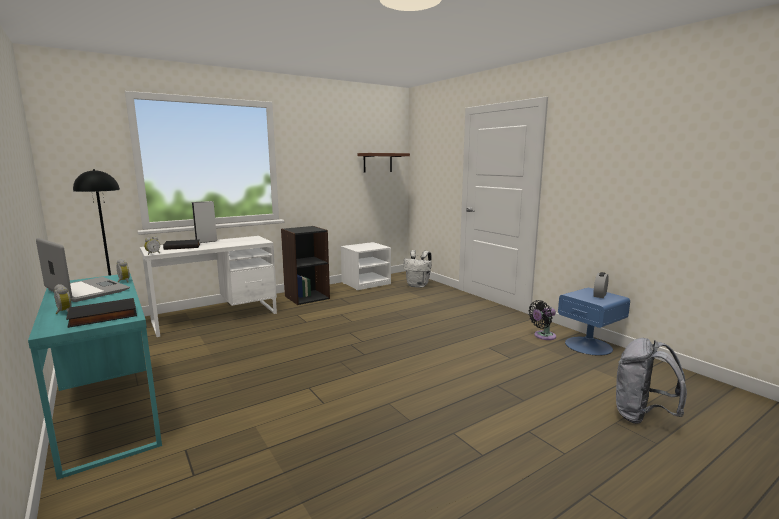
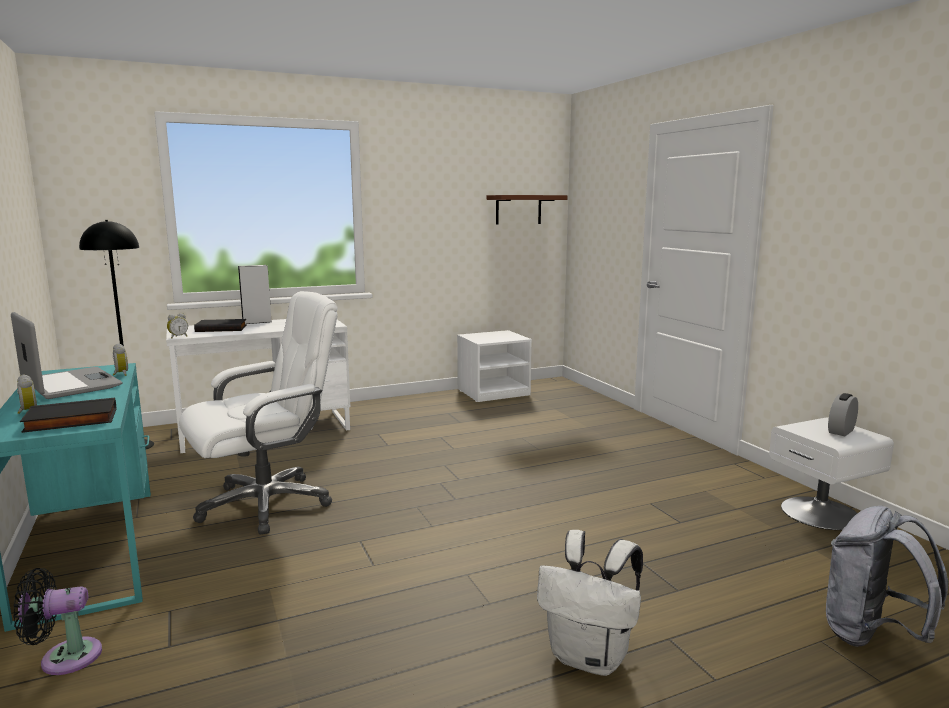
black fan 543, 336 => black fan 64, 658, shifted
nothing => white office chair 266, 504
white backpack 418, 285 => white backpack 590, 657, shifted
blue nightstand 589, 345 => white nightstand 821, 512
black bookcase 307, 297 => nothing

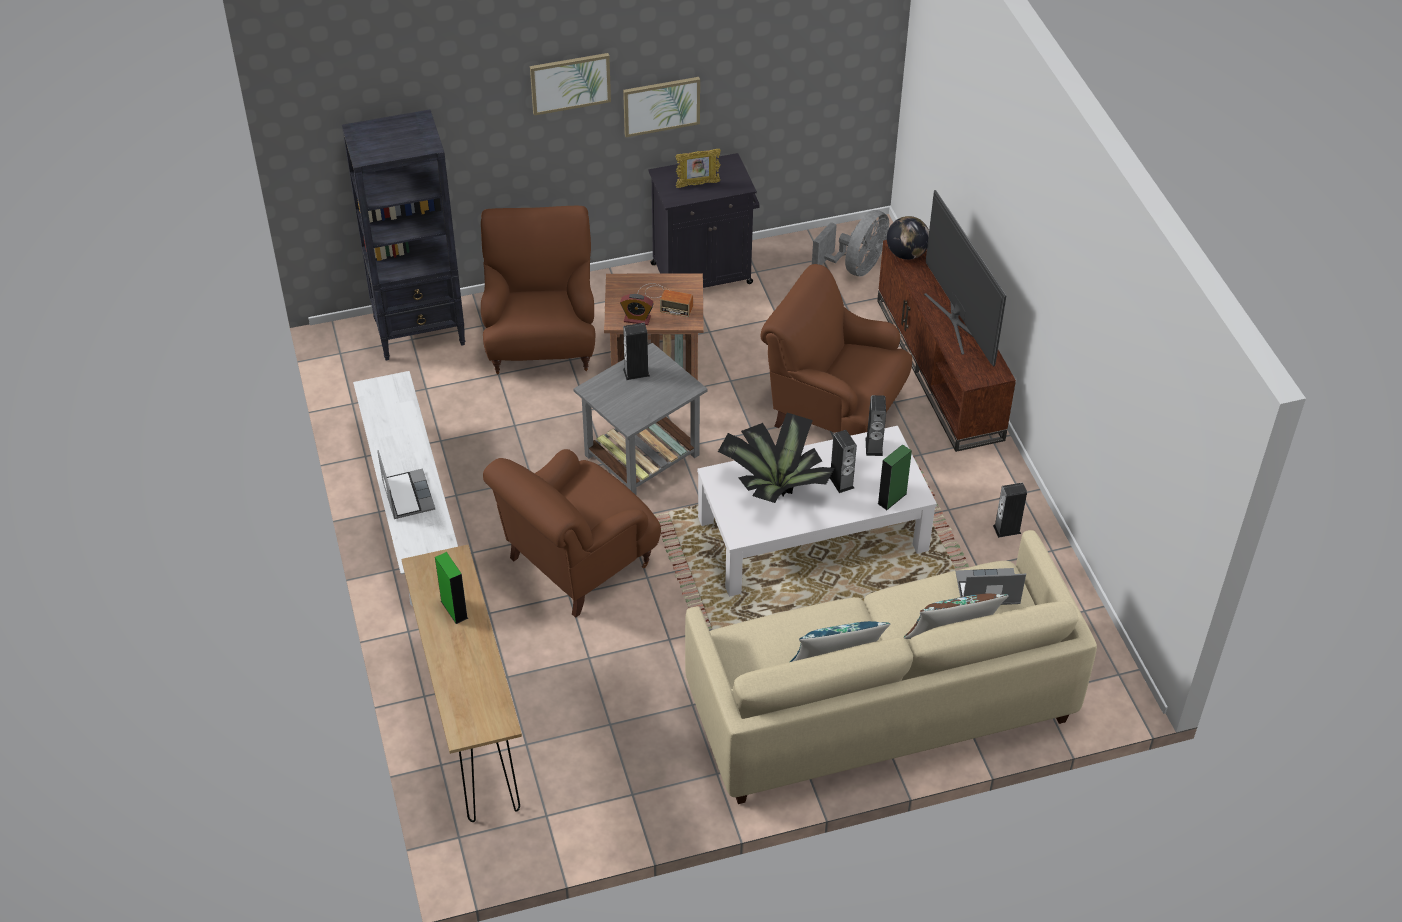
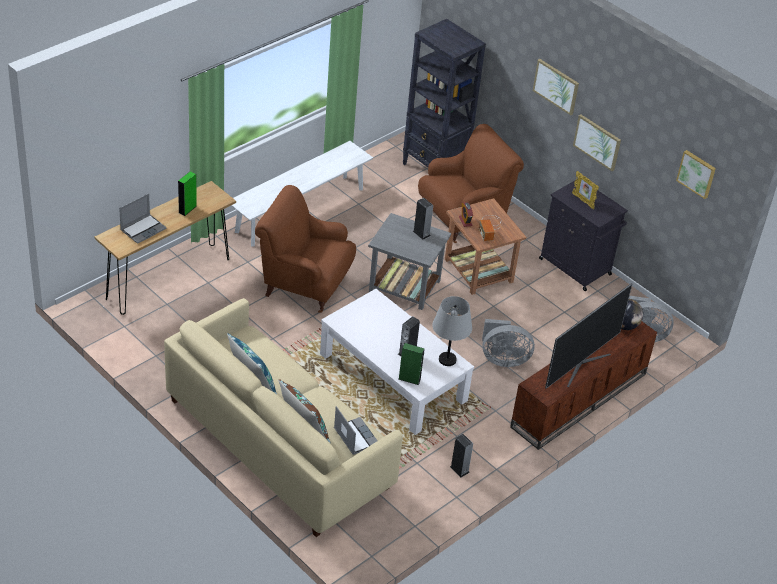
laptop 407, 495 => laptop 143, 229, shifted
speaker 874, 446 => grey table lamp 447, 360
brown armchair 833, 410 => grey fan 503, 359
nothing => picture 697, 173
potted plant 775, 485 => nothing

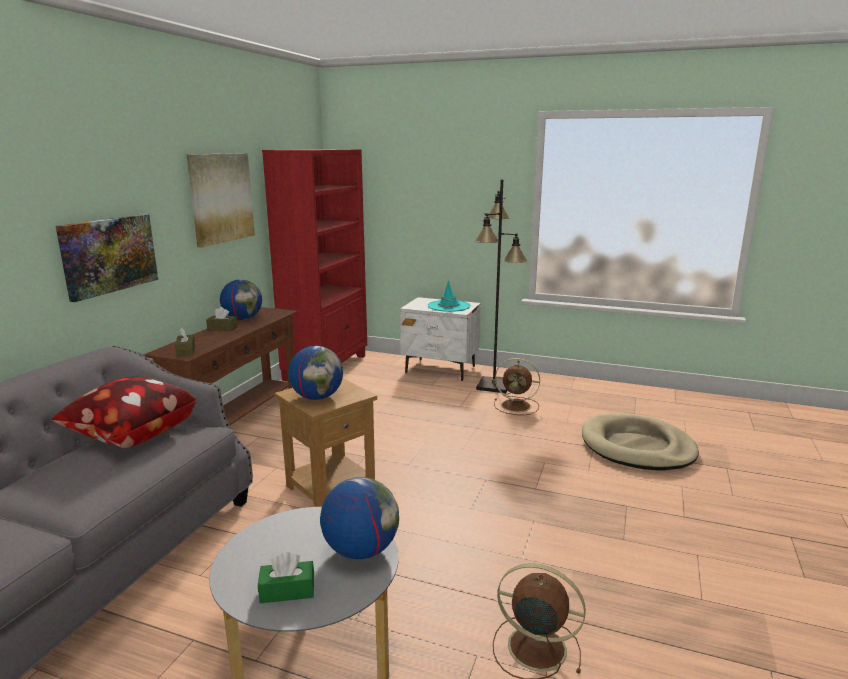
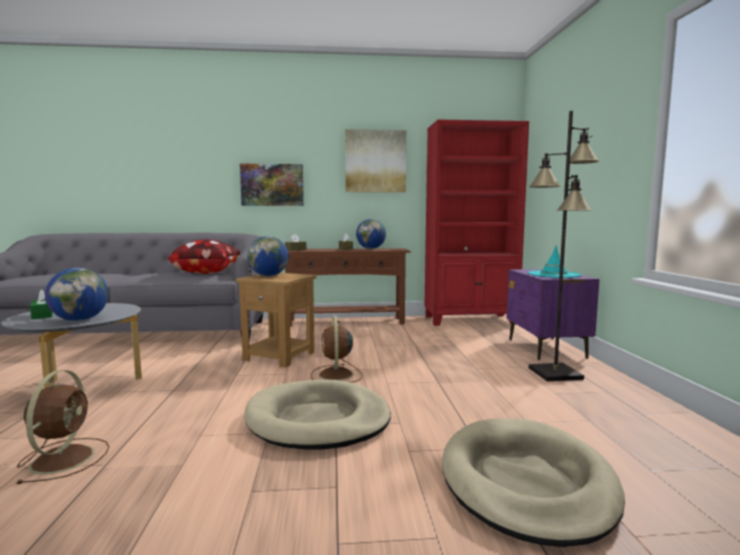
nothing => beige dog bed 318, 420
brown fan 517, 406 => brown fan 336, 375, shifted
white nightstand 440, 370 => purple nightstand 545, 348

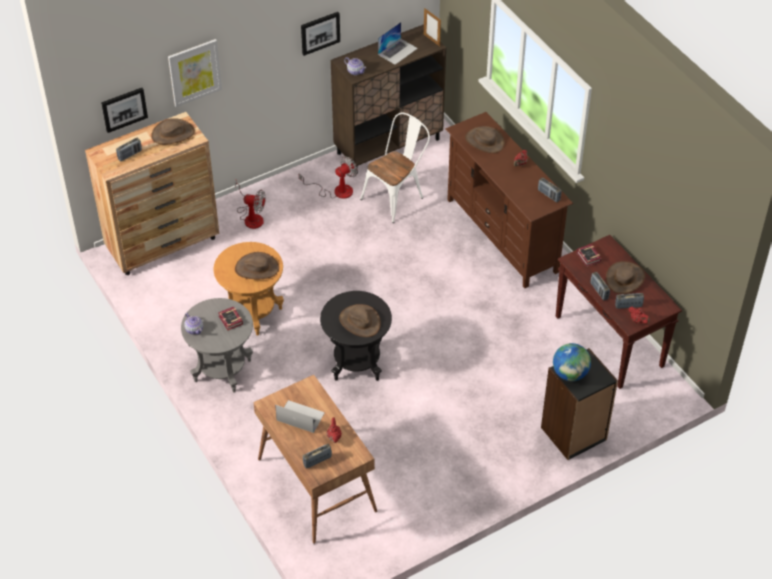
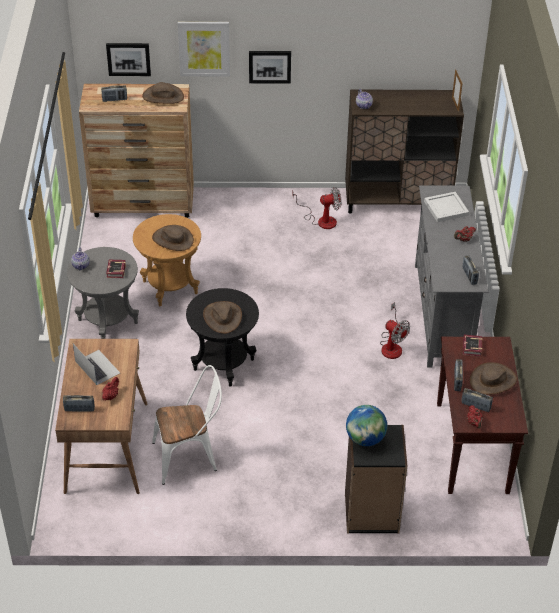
white chair 396, 197 => white chair 190, 457, shifted
picture 320, 32 => picture 270, 66, shifted
fan 251, 216 => fan 392, 345, shifted
brown tv stand 502, 235 => grey tv stand 442, 314
brown hat 484, 141 => white tray 446, 208
laptop 397, 51 => nothing

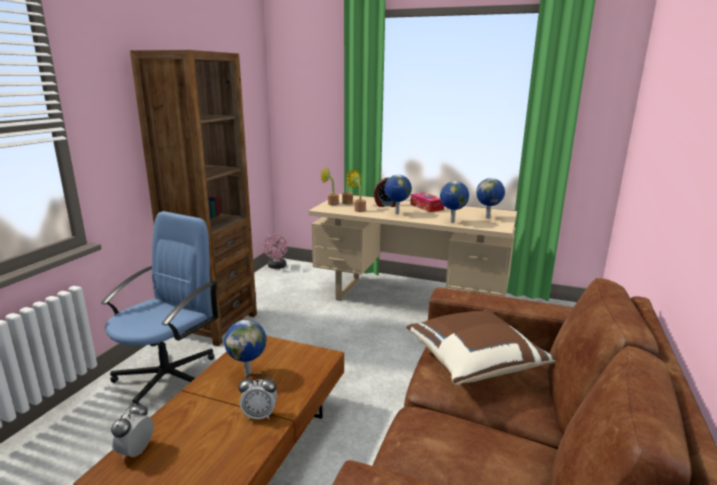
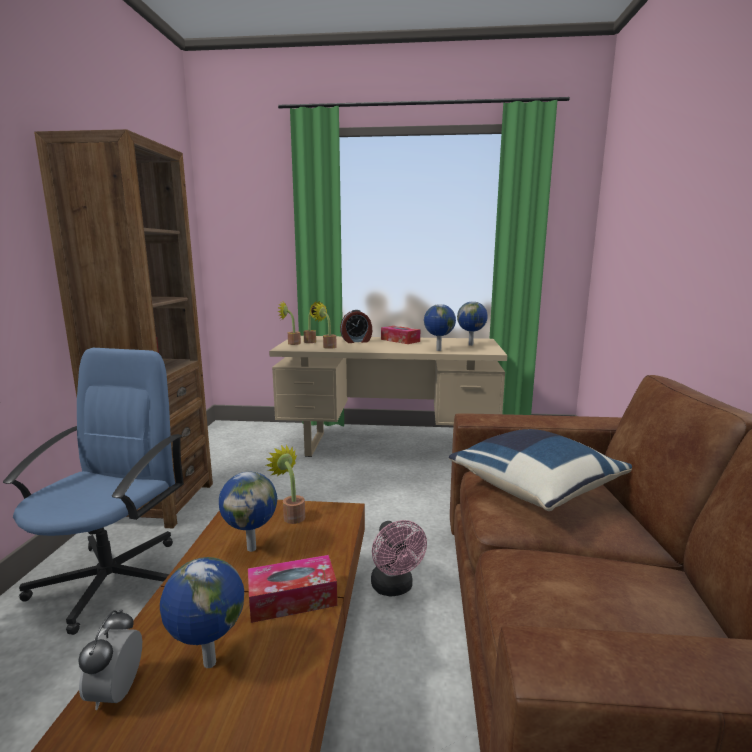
globe 396, 213 => globe 208, 664, shifted
alarm clock 259, 415 => tissue box 292, 599
nothing => potted plant 291, 516
pink fan 277, 267 => pink fan 394, 588, shifted
brown pillow 474, 362 => blue pillow 534, 488

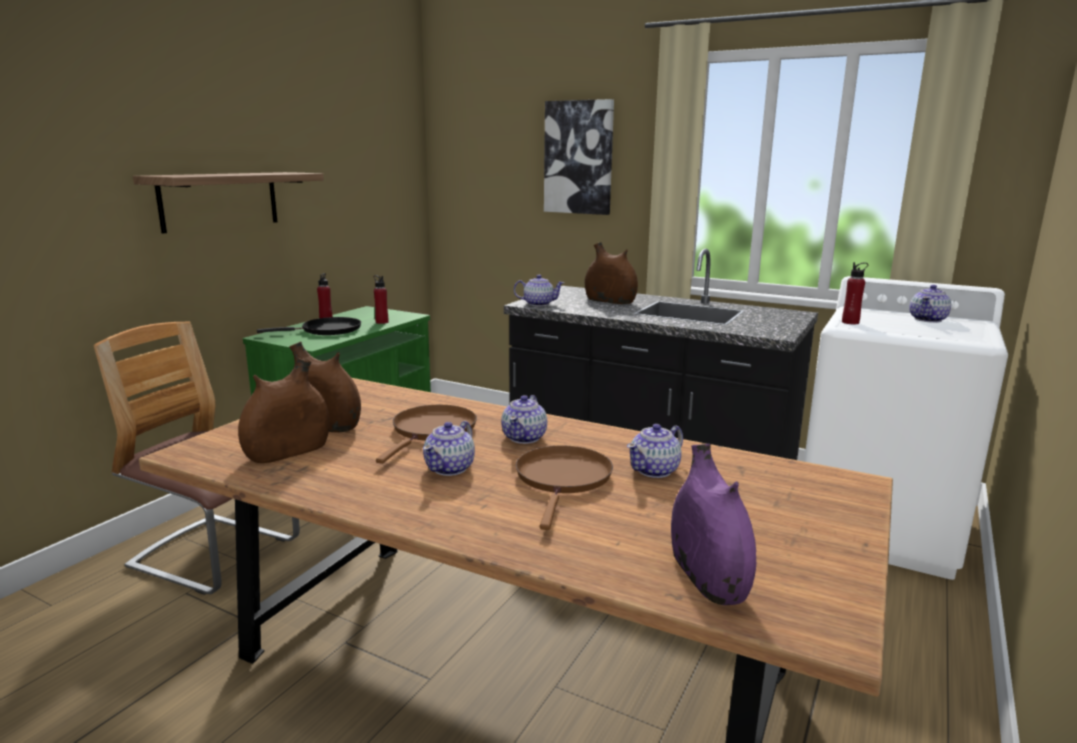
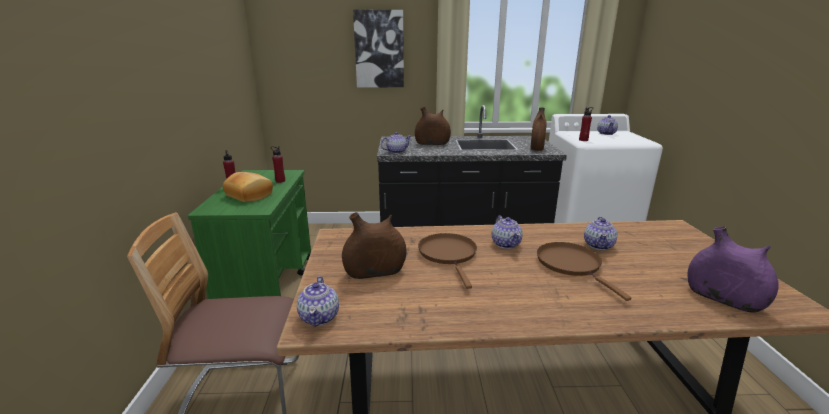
black frying pan 327, 330 => bread 250, 195
teapot 450, 468 => teapot 320, 317, shifted
brown vase 288, 452 => brown vase 537, 147, shifted
shelf 220, 200 => nothing

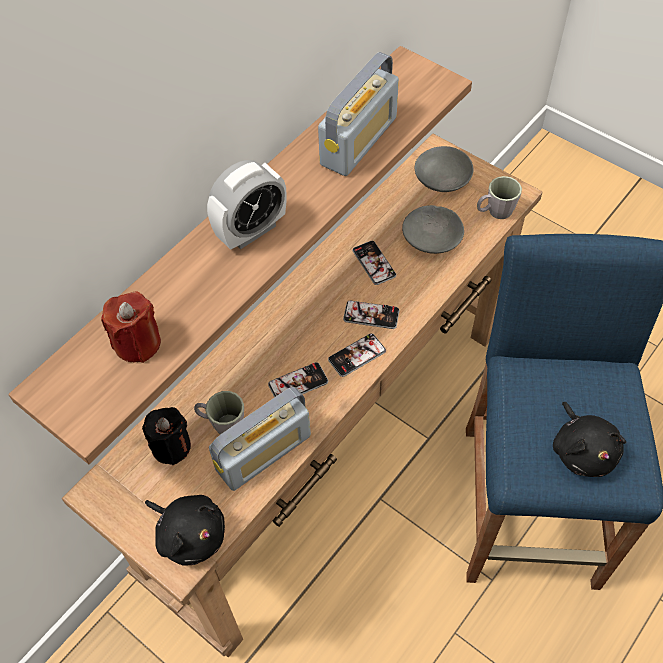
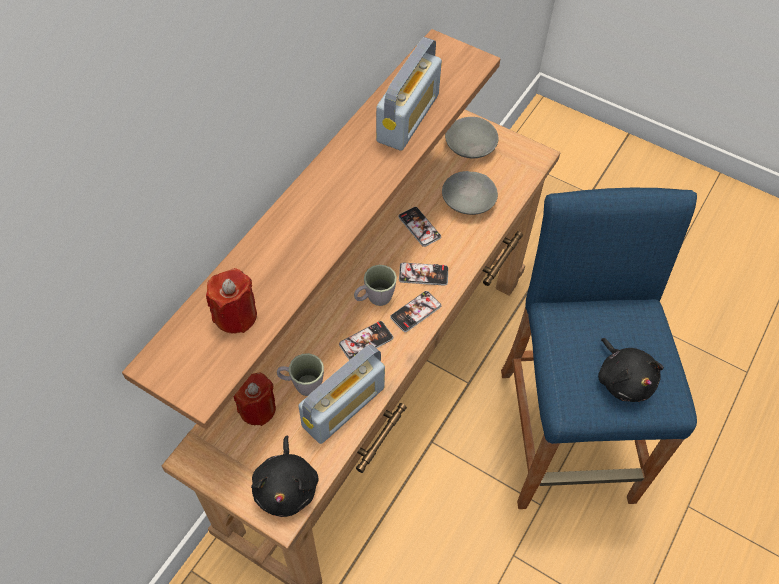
black candle 171, 446 => red candle 257, 409
black plush toy 190, 534 => black plush toy 286, 487, 60 degrees clockwise
grey mug 495, 212 => grey mug 374, 298, shifted
alarm clock 251, 231 => nothing

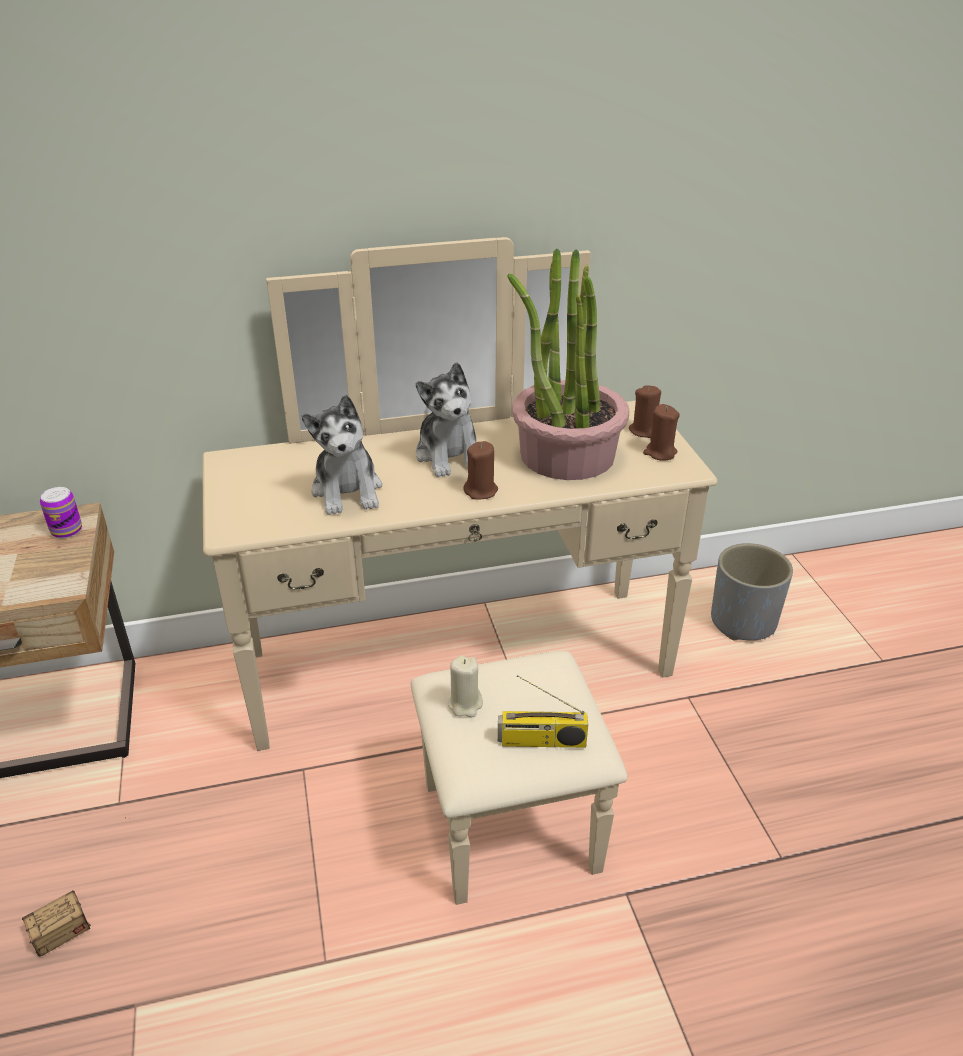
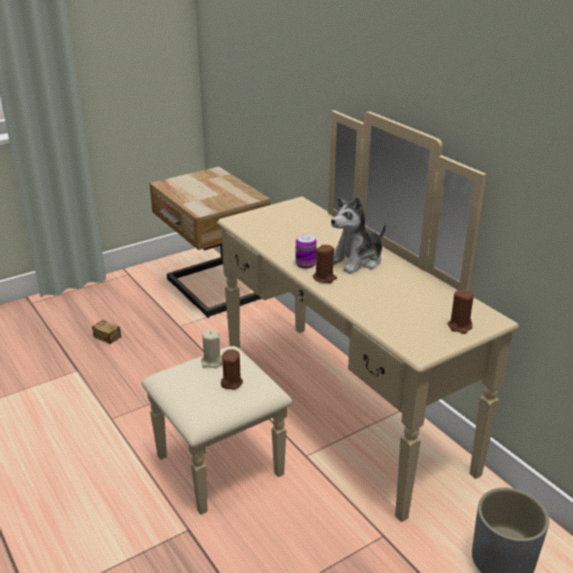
brown candle 660, 453 => brown candle 231, 382, shifted
can 66, 530 => can 305, 264, shifted
plush toy 347, 491 => nothing
radio 541, 741 => nothing
potted plant 566, 455 => nothing

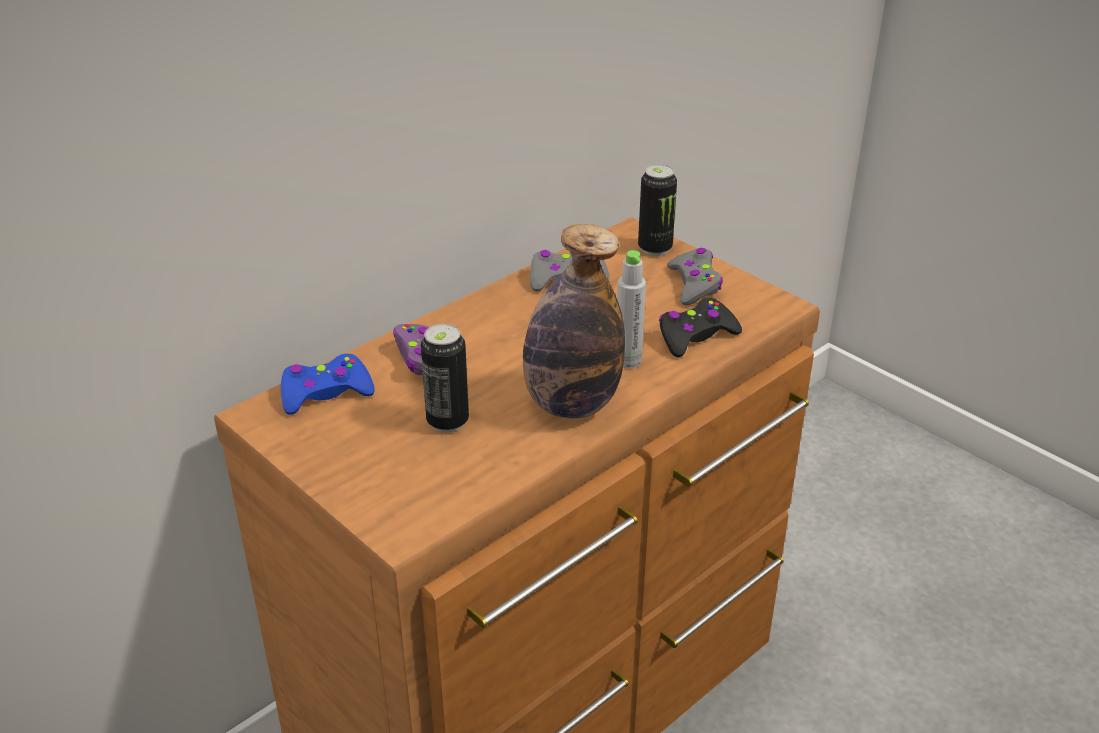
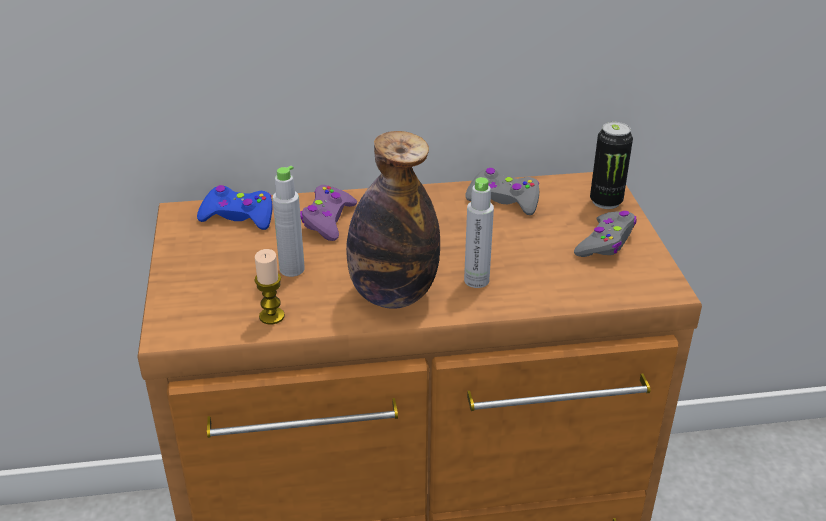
nothing => candle 272, 316
can 447, 421 => grey bottle 292, 269
black game controller 695, 336 => nothing

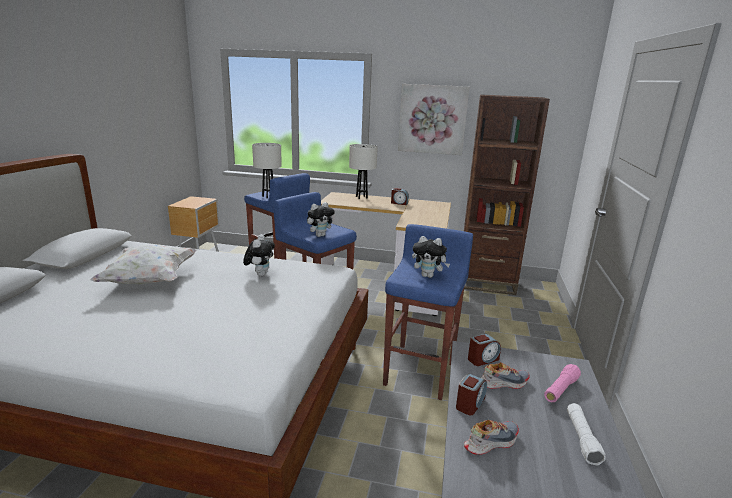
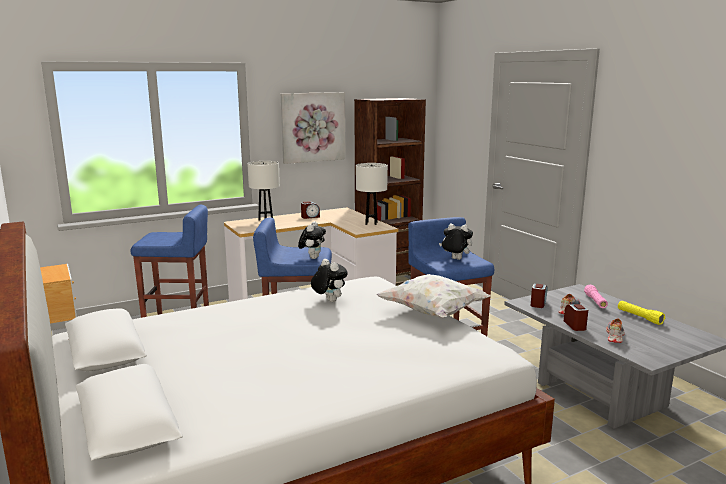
white table lamp 268, 196 => white table lamp 371, 223, shifted
white pillow 150, 280 => white pillow 433, 313, shifted
plush toy 428, 276 => plush toy 455, 259, 135 degrees counterclockwise
white flashlight 581, 439 => yellow flashlight 639, 317

